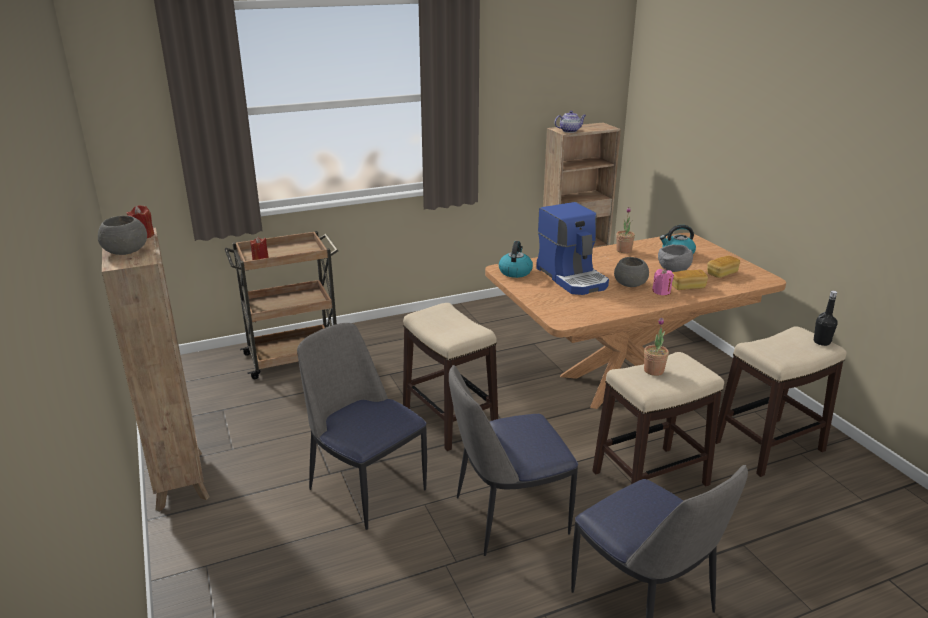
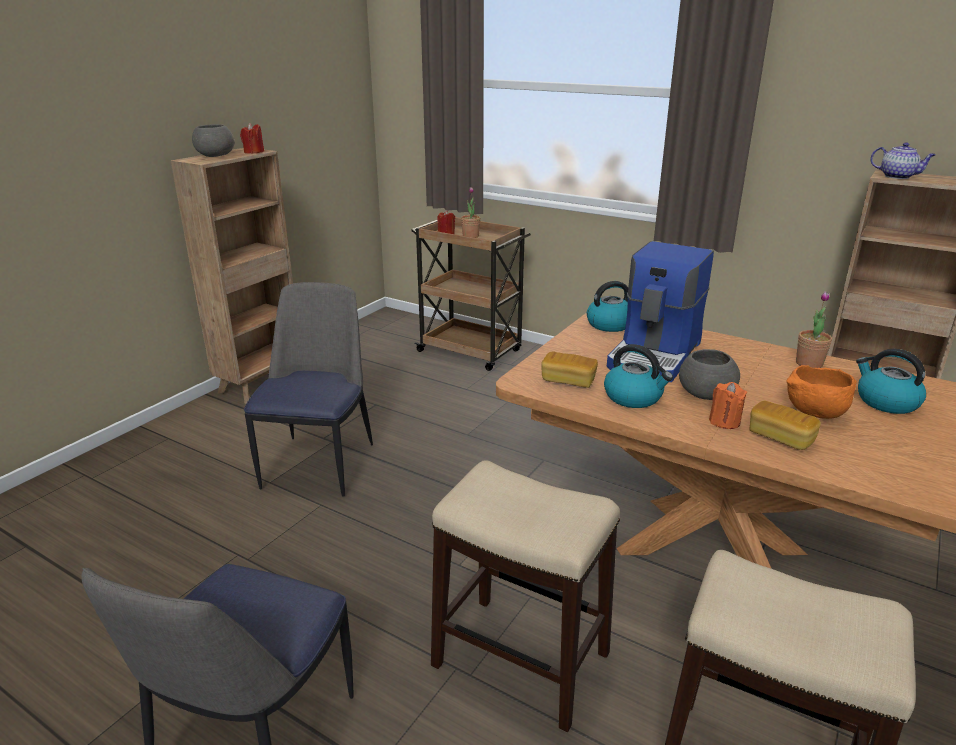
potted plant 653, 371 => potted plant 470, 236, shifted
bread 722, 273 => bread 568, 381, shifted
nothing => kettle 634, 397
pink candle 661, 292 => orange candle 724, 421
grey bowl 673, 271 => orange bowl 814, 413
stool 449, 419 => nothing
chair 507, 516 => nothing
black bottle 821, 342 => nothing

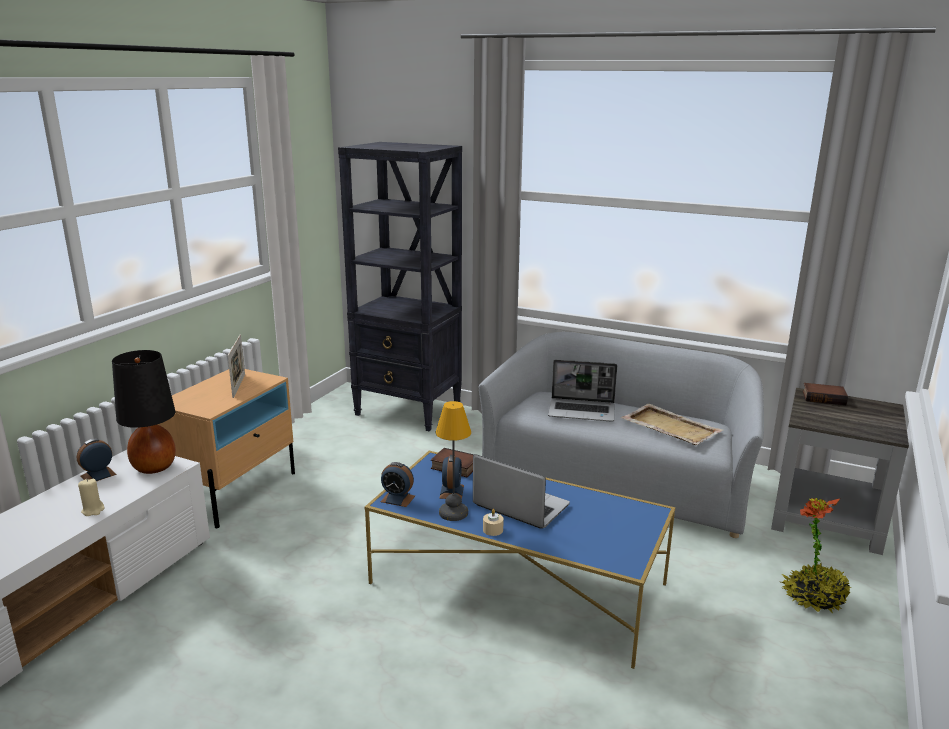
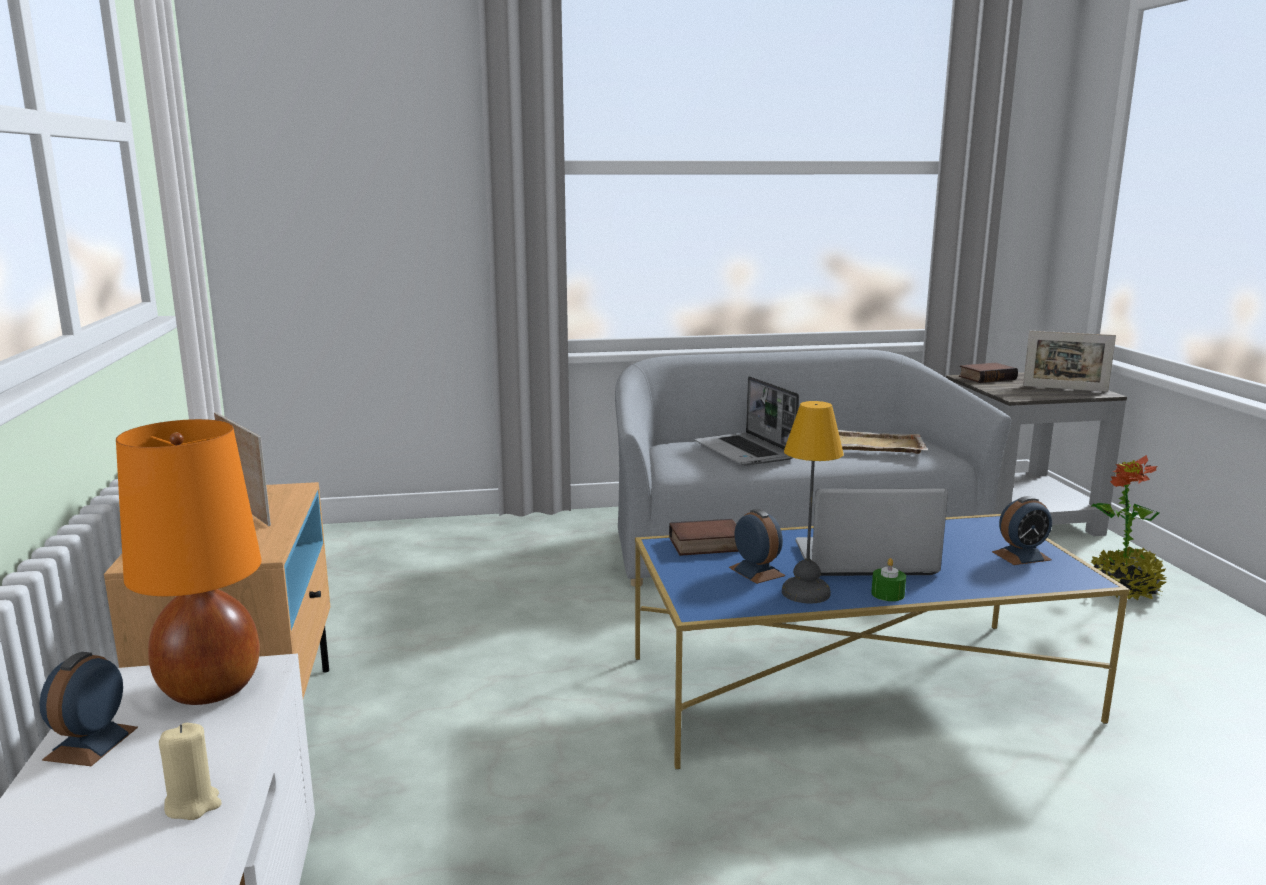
black table lamp 154, 467 => orange table lamp 210, 689
laptop 582, 411 => laptop 746, 451, 90 degrees clockwise
beige candle 493, 530 => green candle 887, 594
alarm clock 397, 499 => alarm clock 1021, 556, shifted
nothing => picture frame 1064, 388
black bookcase 409, 411 => nothing

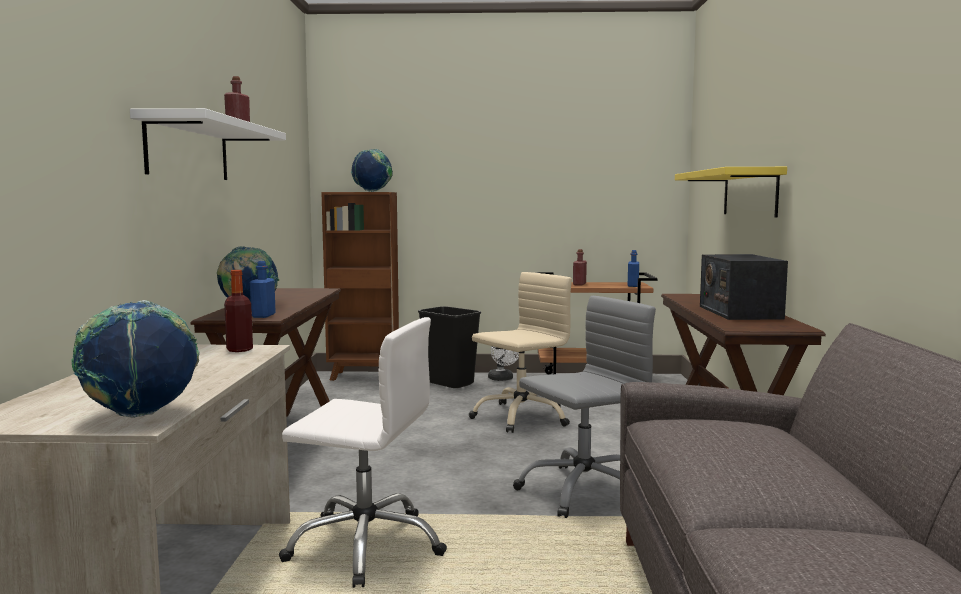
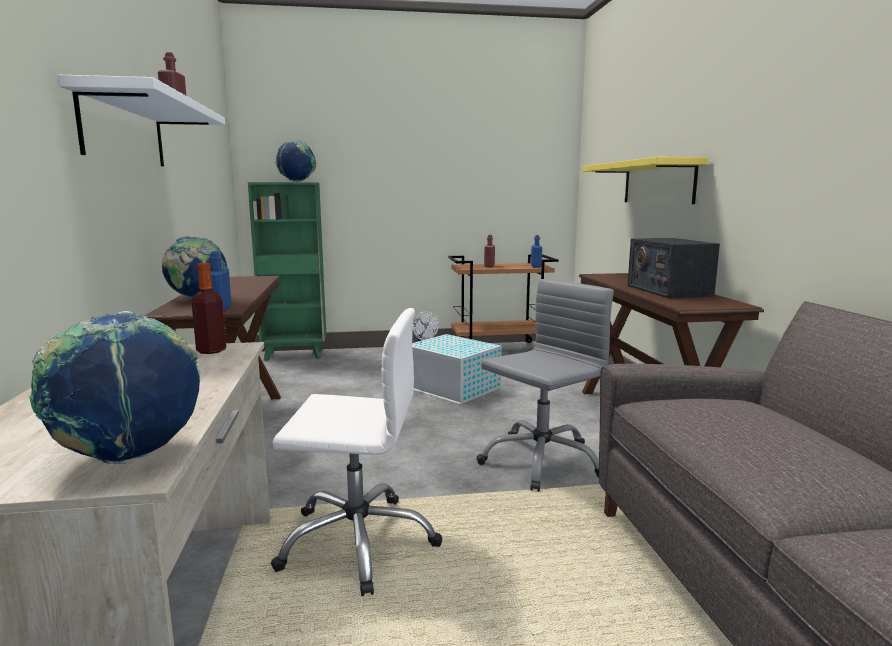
brown bookcase 364, 376 => green bookcase 295, 355
beige office chair 521, 417 => white storage box 453, 388
black trash can 448, 383 => nothing

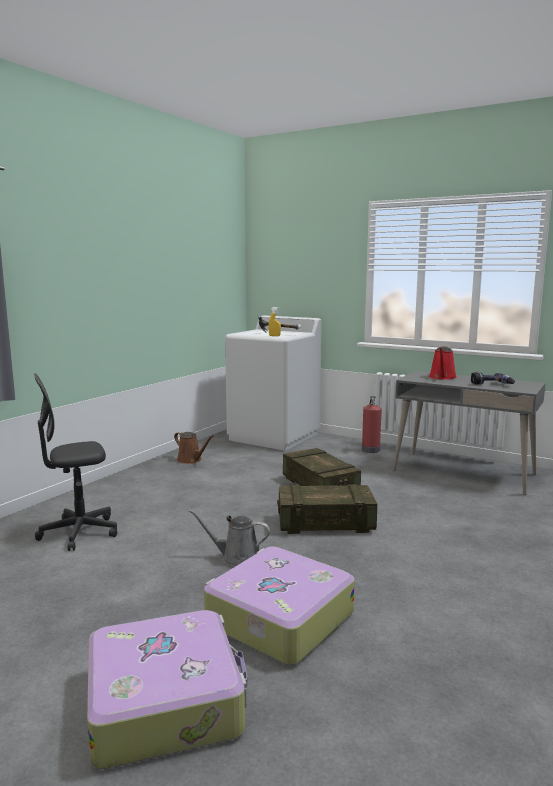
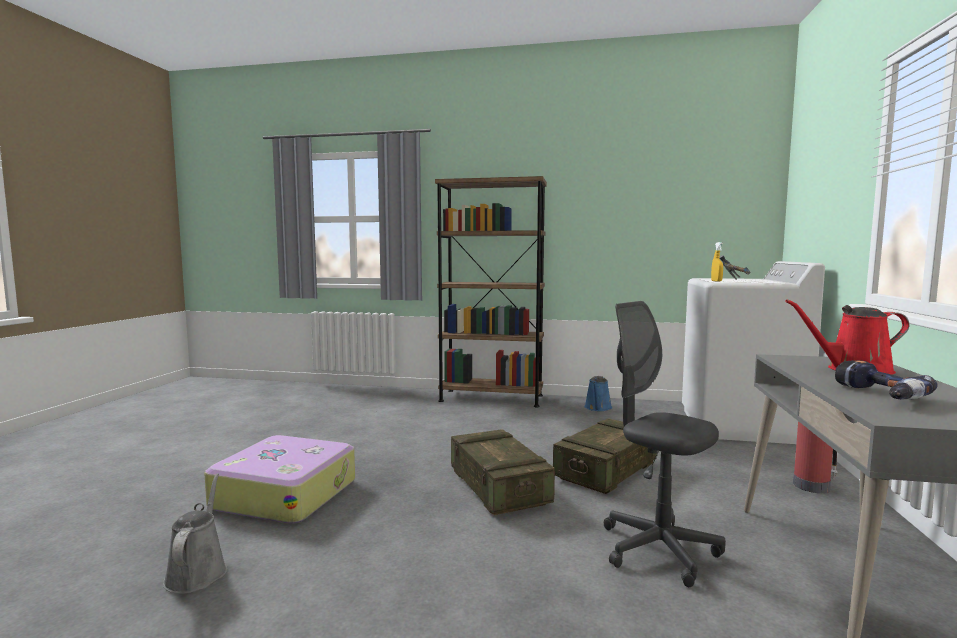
grey watering can 237, 558 => grey watering can 198, 572, shifted
nothing => brown bookcase 491, 398
brown watering can 191, 460 => blue watering can 597, 408
grey office chair 79, 533 => grey office chair 658, 550, shifted
suitcase 166, 701 => nothing

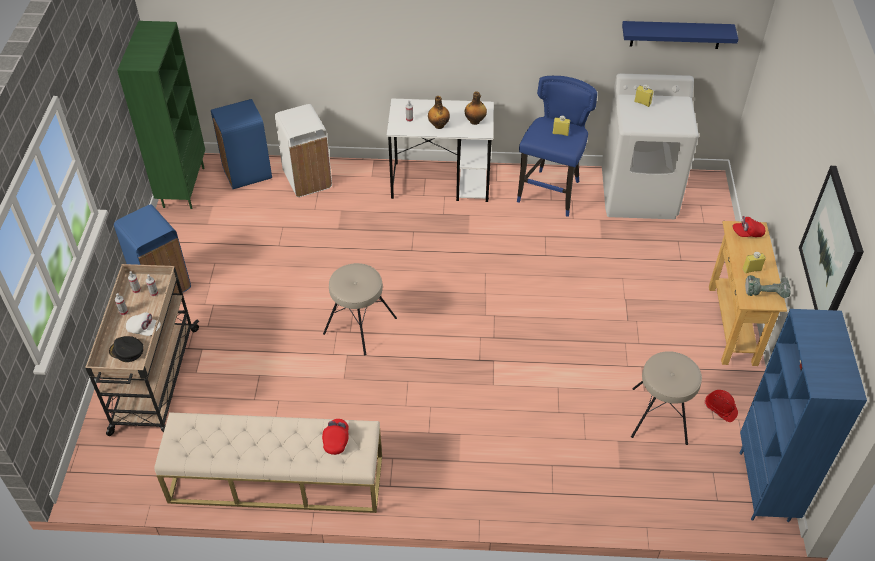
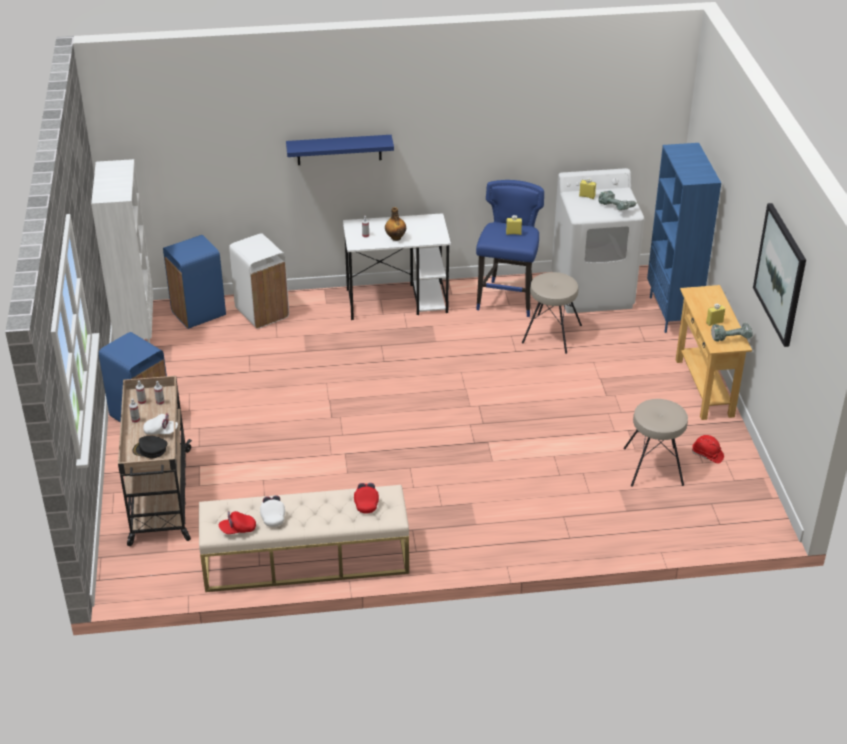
green bookcase 183, 187 => white bookcase 135, 332
red cap 747, 233 => red cap 238, 529, shifted
nothing => white cap 273, 516
blue shelf 676, 34 => blue shelf 339, 149, shifted
beige stool 359, 325 => beige stool 551, 334, shifted
nothing => power drill 617, 207
blue bookcase 765, 487 => blue bookcase 672, 314, shifted
bottle 475, 121 => nothing

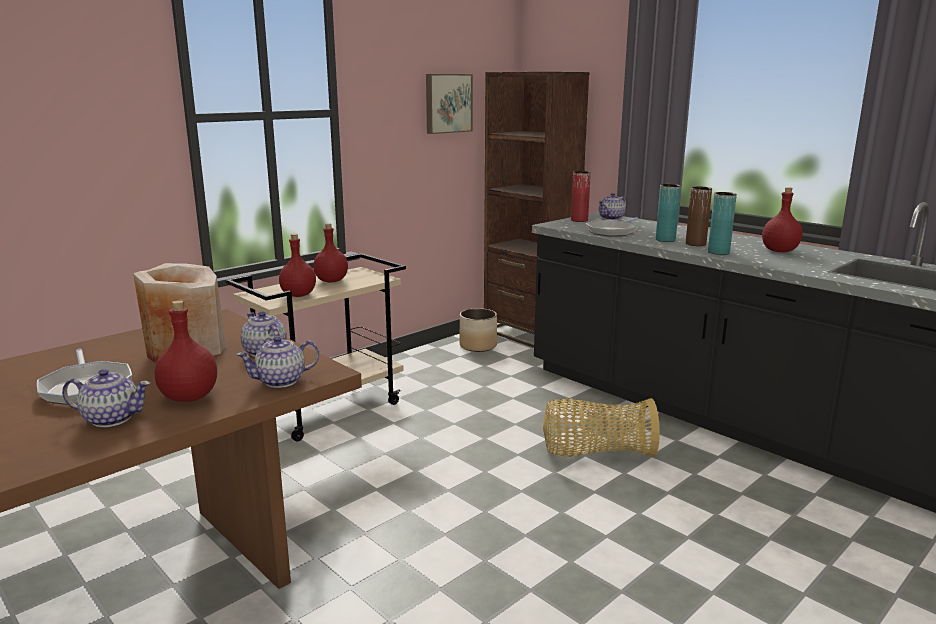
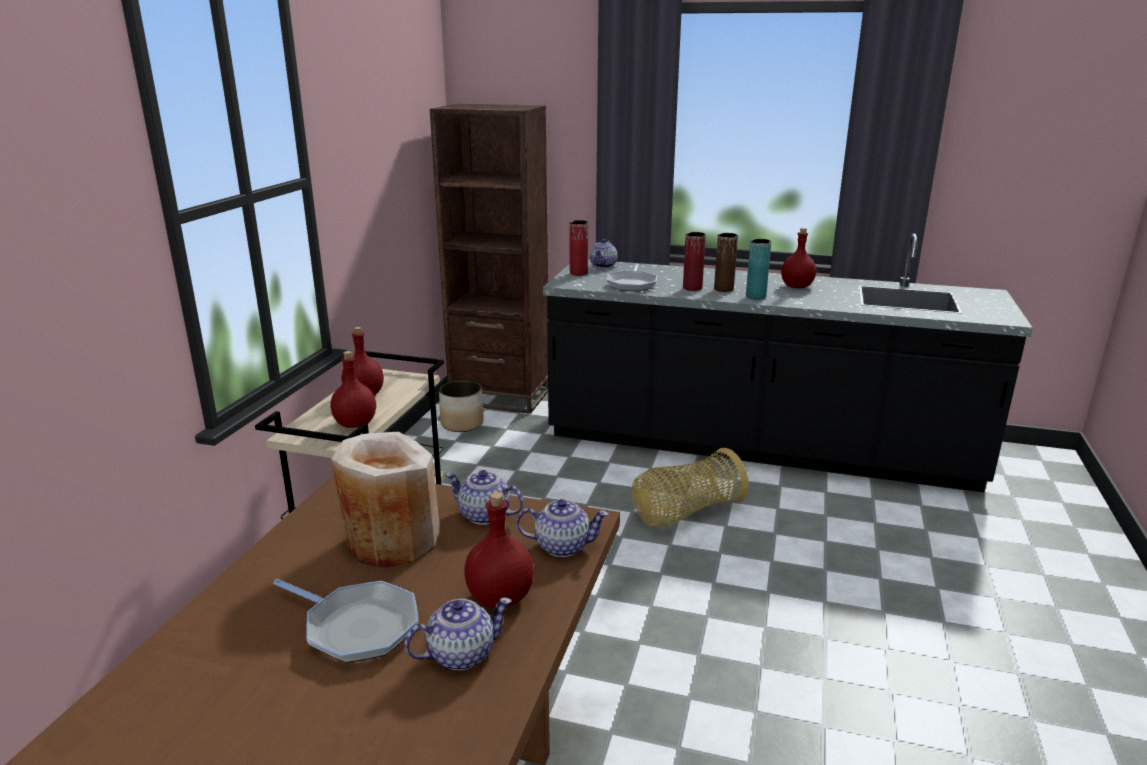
teapot 281, 381 => teapot 561, 546, 120 degrees counterclockwise
turquoise vase 665, 240 => red vase 692, 288
picture 447, 103 => nothing

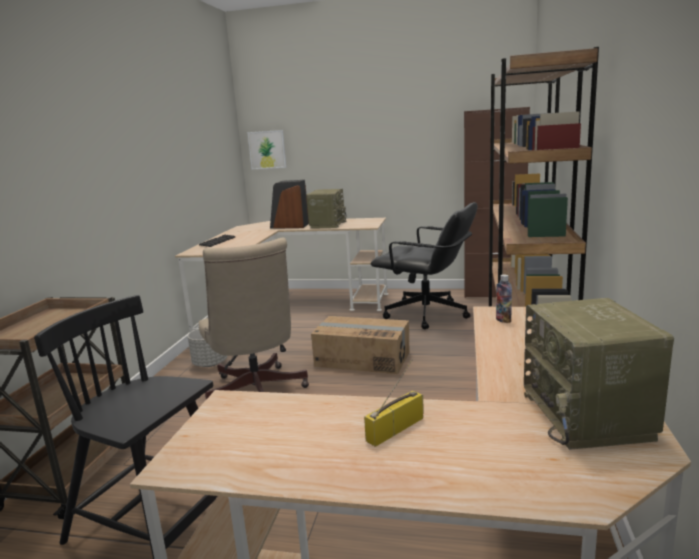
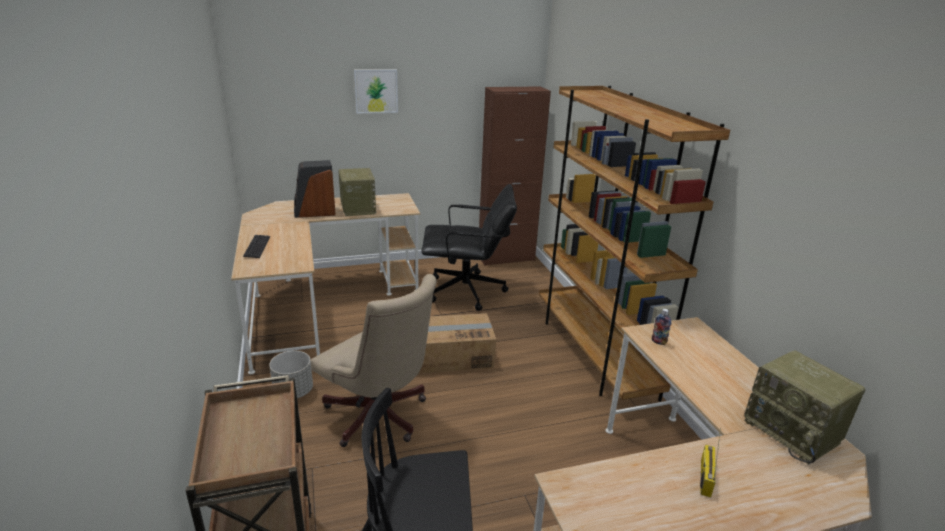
picture 267, 149 => picture 376, 91, shifted

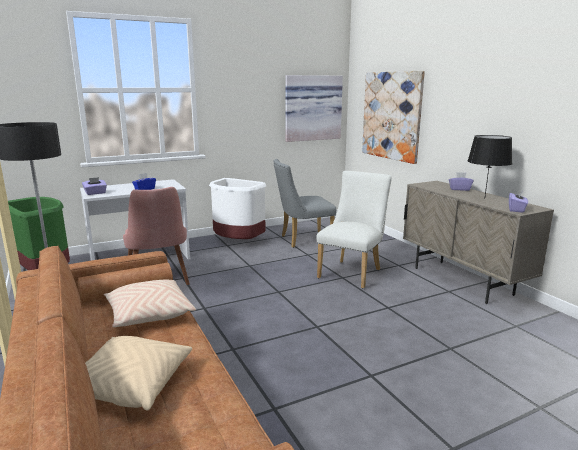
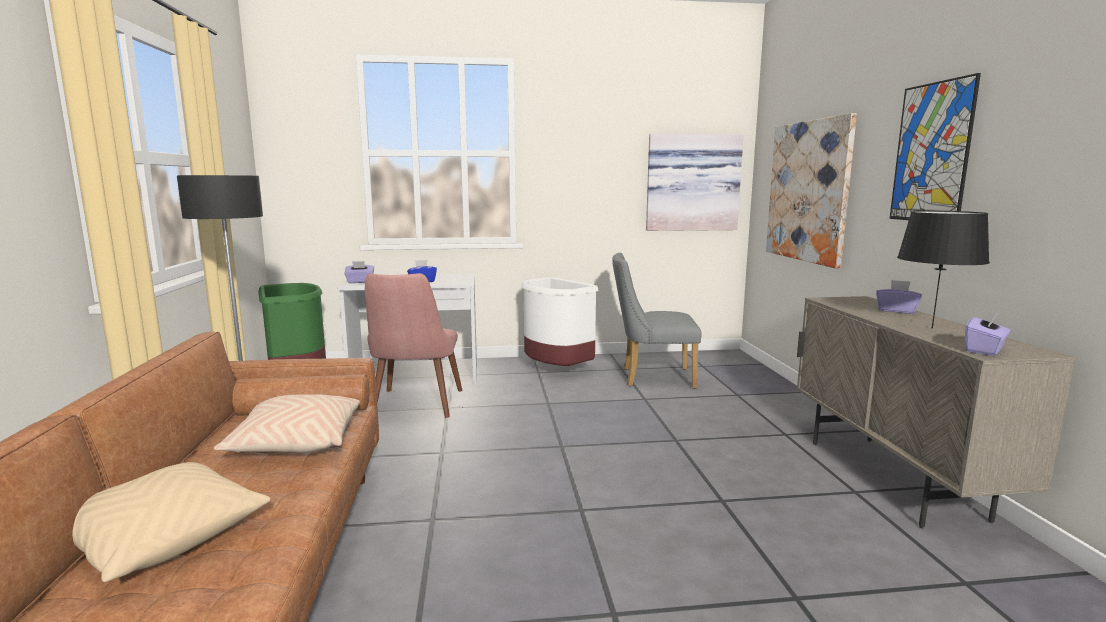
nothing => picture 931, 153
white chair 352, 272 => nothing

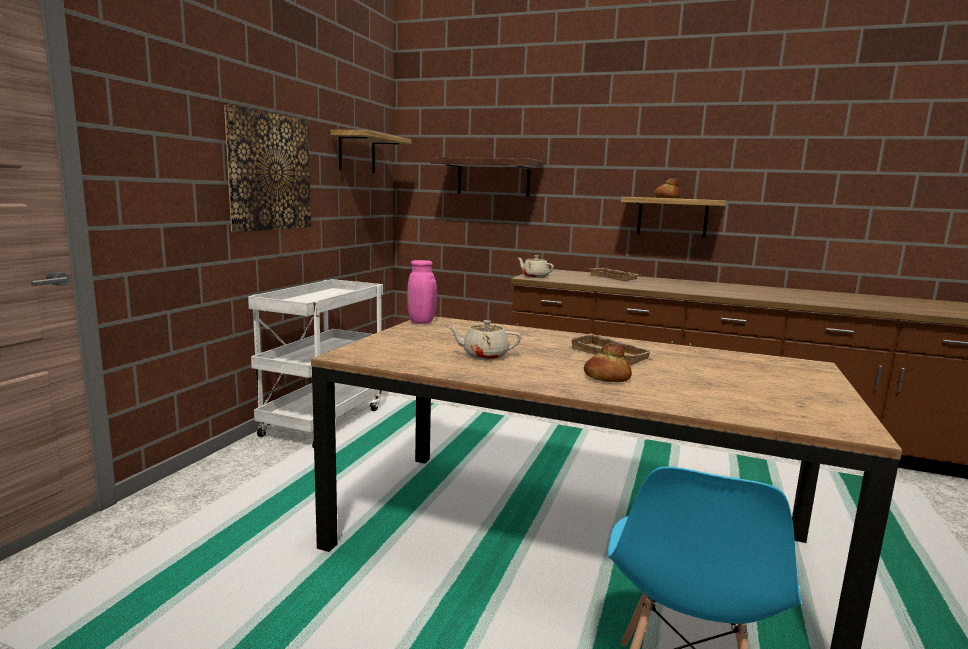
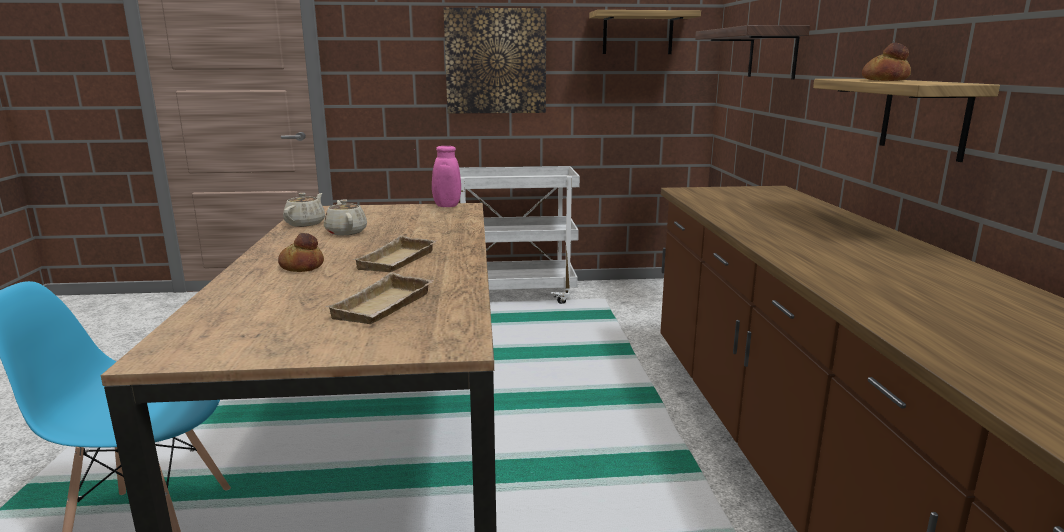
beige teapot 534, 276 => beige teapot 306, 223, shifted
beige tray 615, 277 => beige tray 385, 307, shifted

